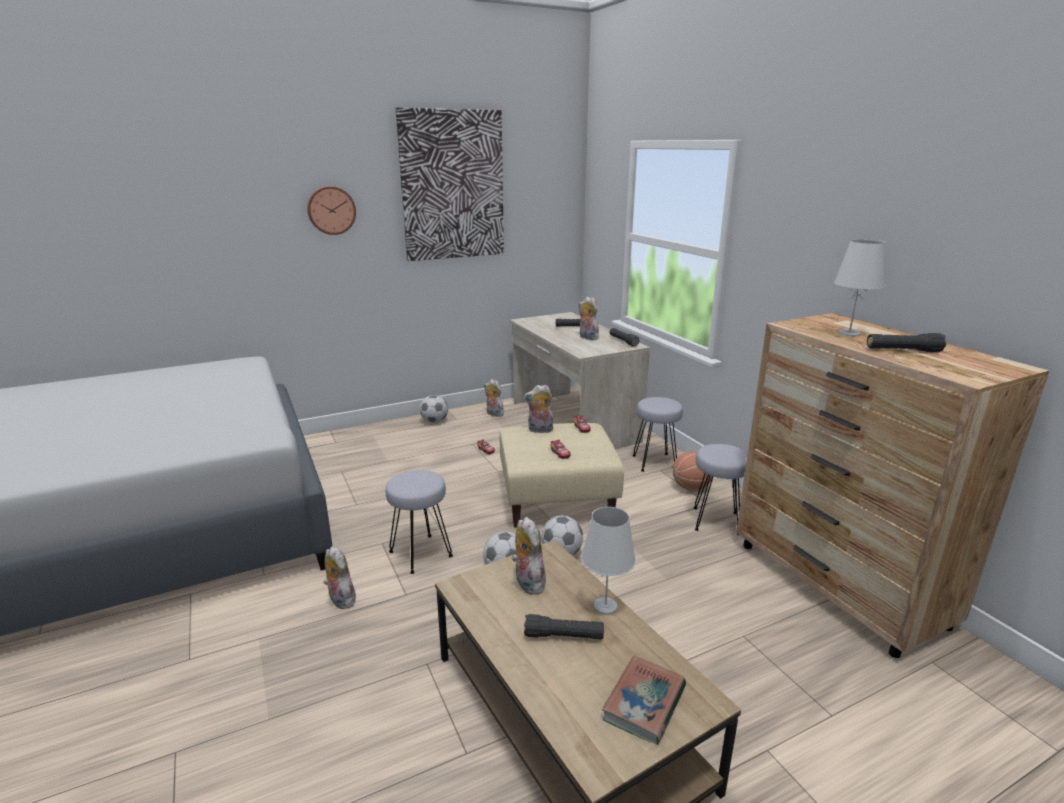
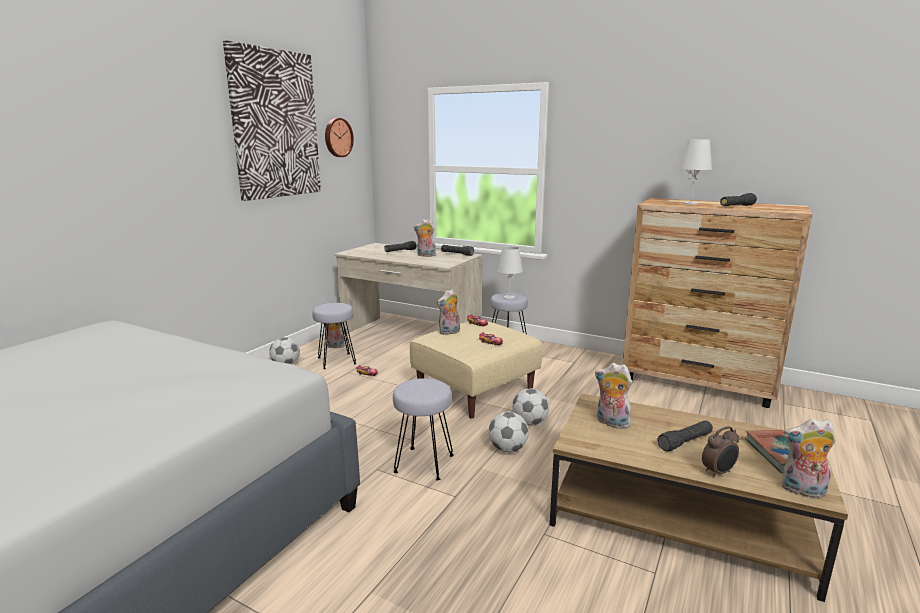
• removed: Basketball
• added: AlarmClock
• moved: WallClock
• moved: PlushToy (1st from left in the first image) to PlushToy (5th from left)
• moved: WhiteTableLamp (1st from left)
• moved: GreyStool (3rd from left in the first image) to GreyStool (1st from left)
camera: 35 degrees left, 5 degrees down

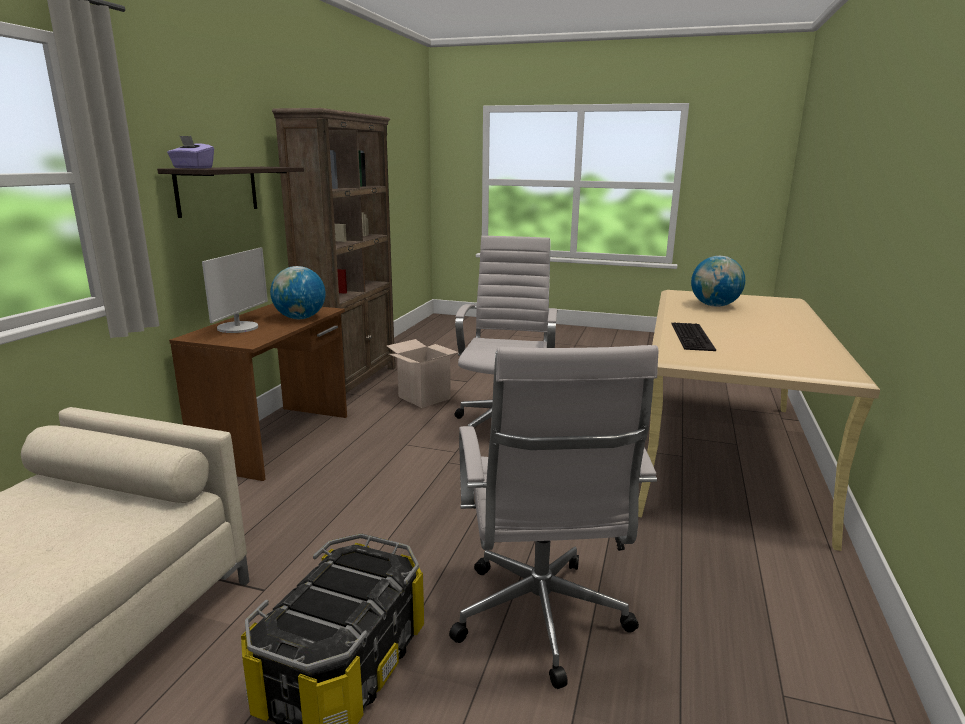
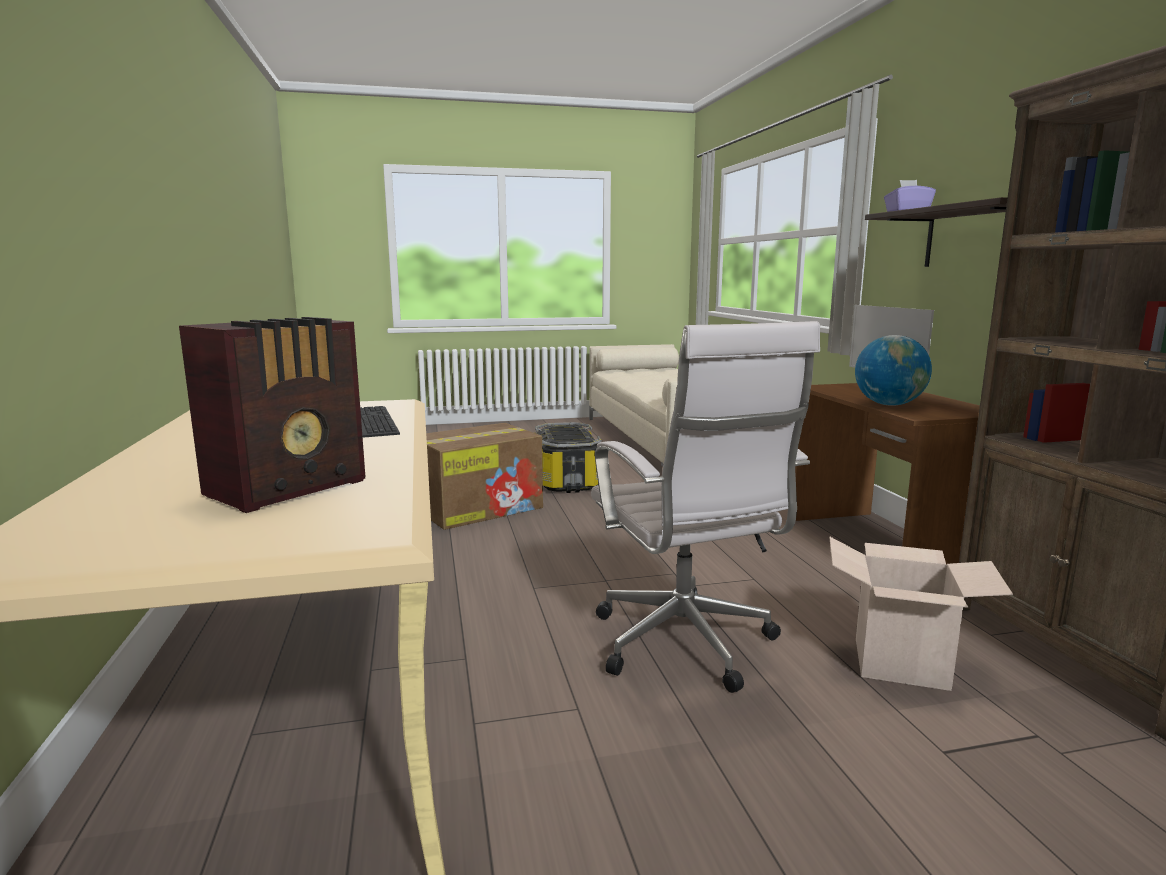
• replaced: WhiteOfficeChair (2nd from left) to CardboardBox (1st from left)
• replaced: Globe (2nd from left) to Radio
camera: 150 degrees right, 5 degrees down

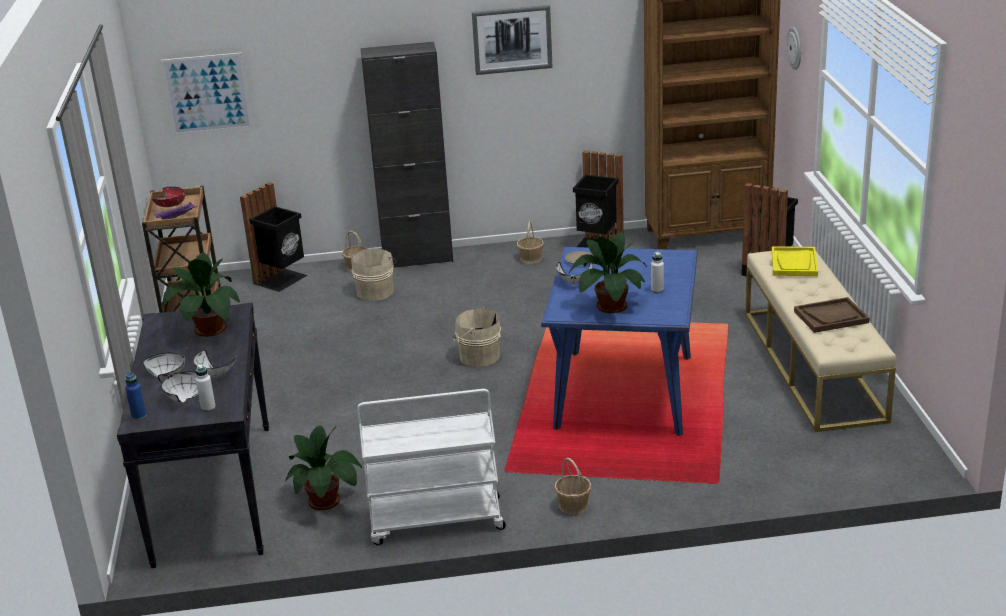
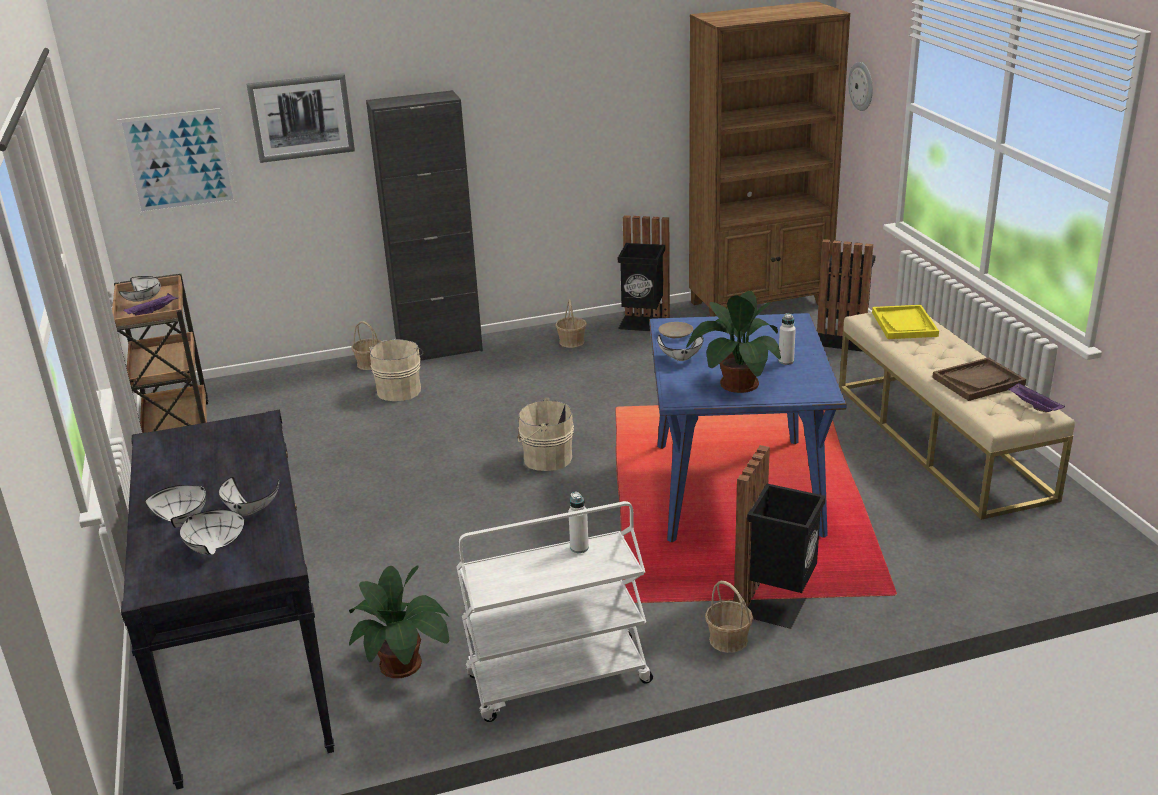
• removed: BlueBottle
• removed: PottedPlant (1st from left)
• added: PurpleTray (2nd from left)
• moved: WhiteBottle (1st from left)
• moved: BlackTrashCan (1st from left in the first image) to BlackTrashCan (2nd from left)
• moved: Picture (2nd from left)
• recoloured: RedBowl to WhiteBowl (1st from left)
camera: 10 degrees left, 0 degrees up

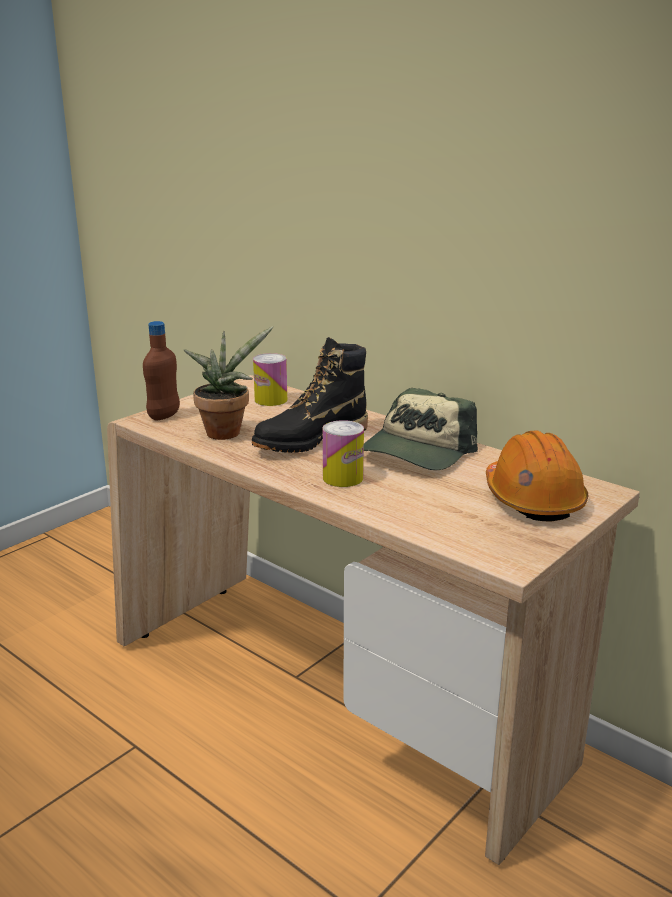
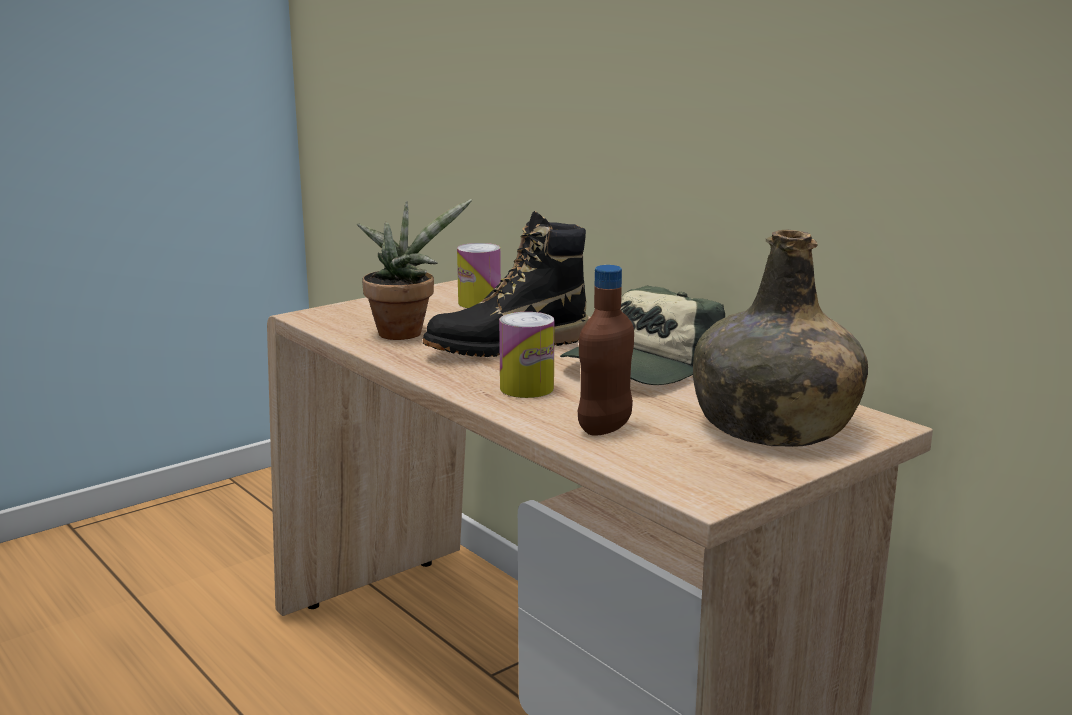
• moved: BrownBottle
• replaced: OrangeHardHat to GreenBottle
camera: 10 degrees right, 5 degrees down

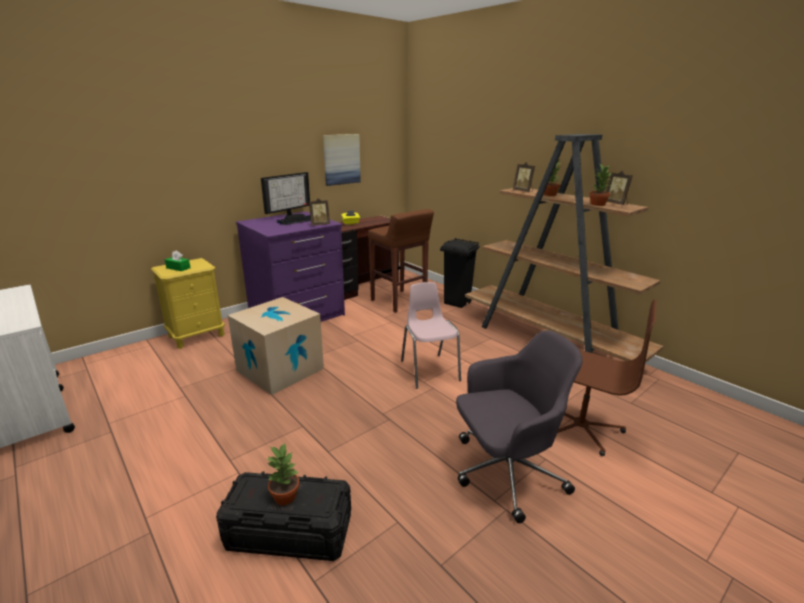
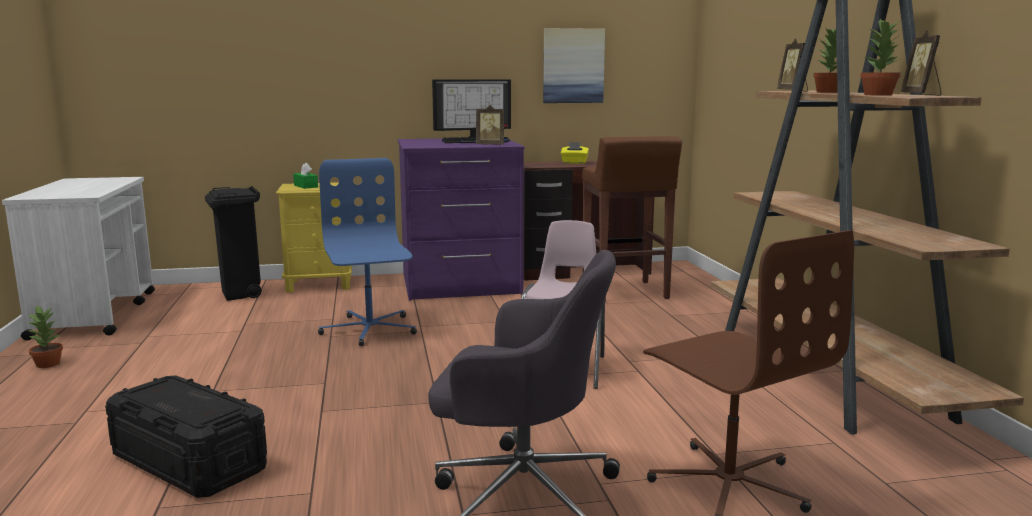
• moved: PottedPlant (1st from left)
• moved: BlackTrashCan
• replaced: CardboardBox to BlueOfficeChair
camera: 30 degrees right, 10 degrees down

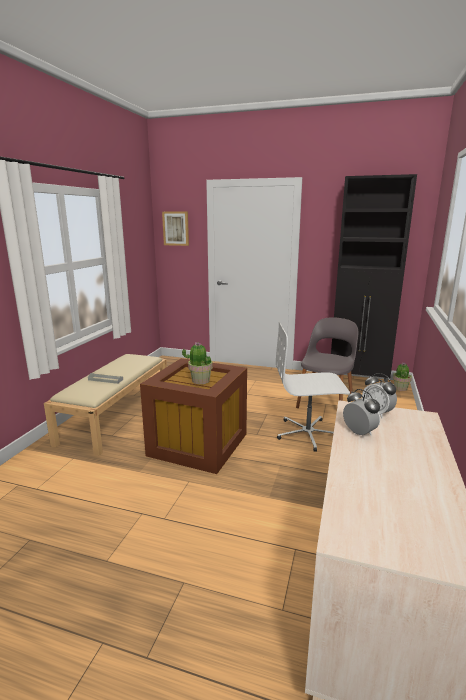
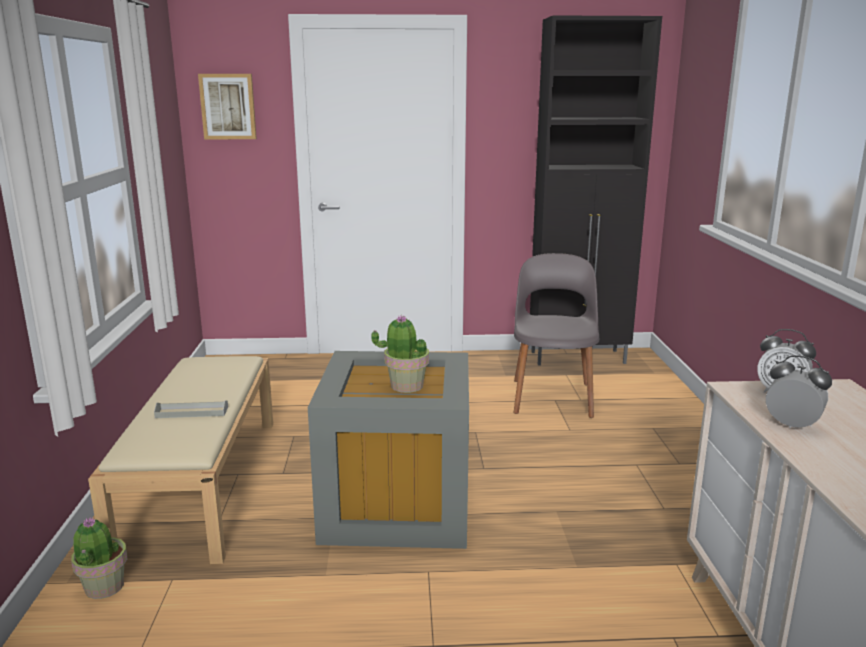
• removed: WhiteOfficeChair
• moved: PottedPlant (2nd from left in the first image) to PottedPlant (1st from left)
• recoloured: BrownStorageBox to GreyStorageBox
camera: 20 degrees left, 0 degrees up

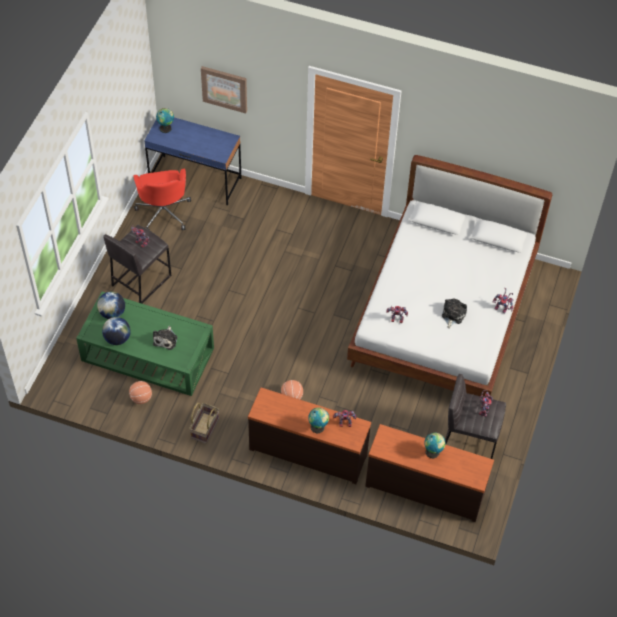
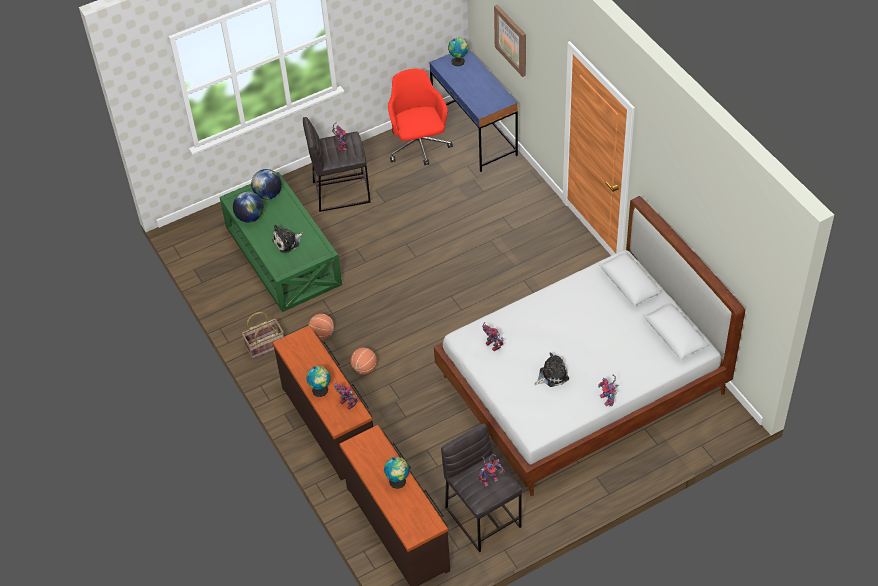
• moved: Basketball (1st from left)
• turned: RedOfficeChair 135 degrees clockwise
camera: 45 degrees right, 5 degrees down

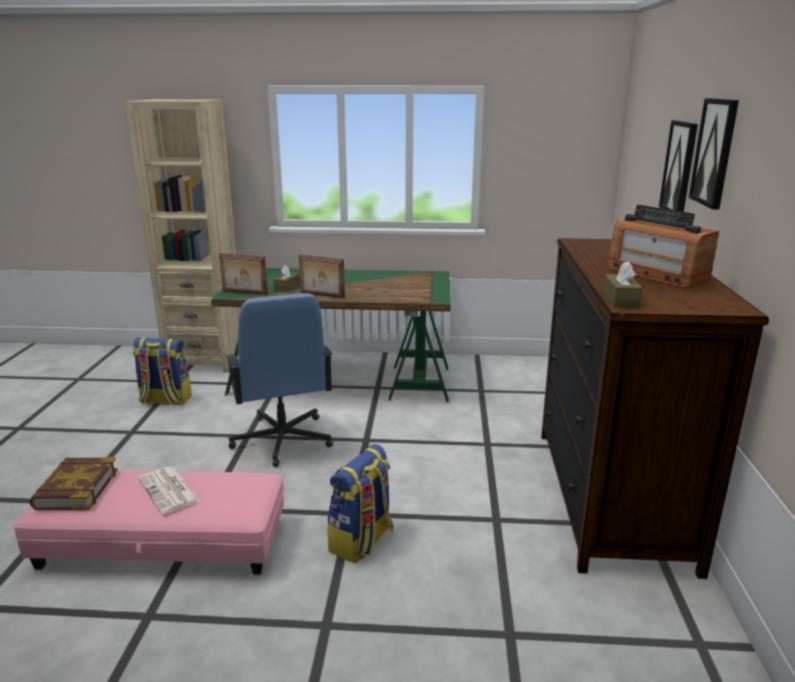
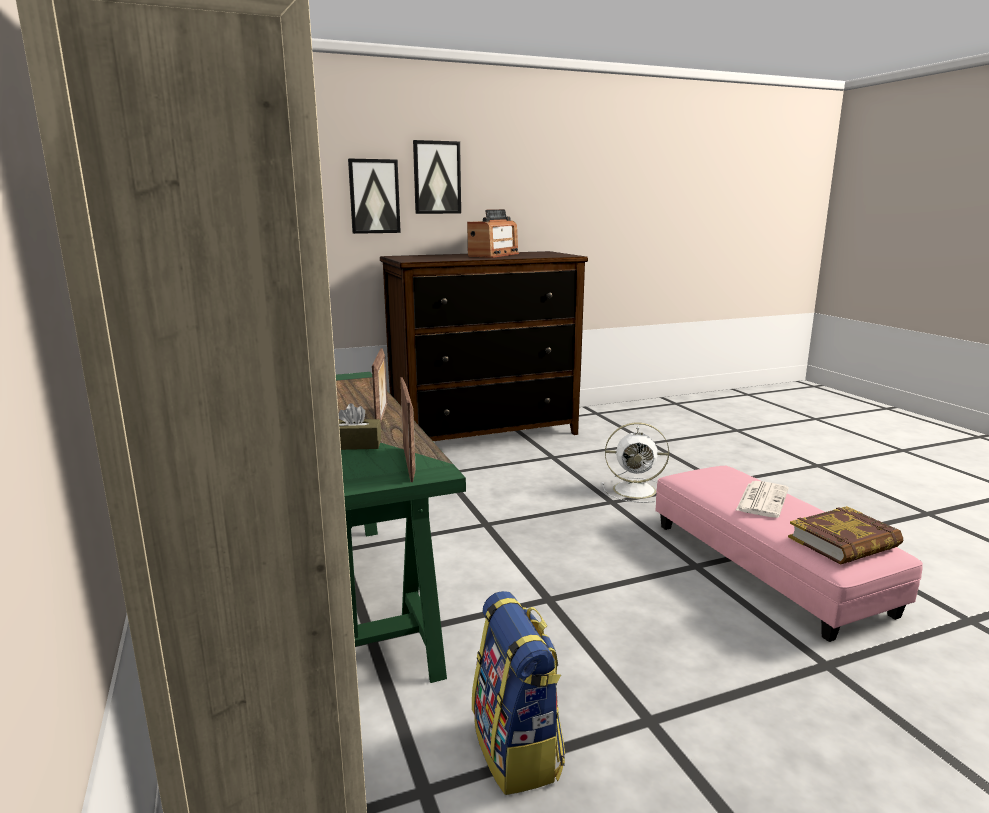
• removed: BlueOfficeChair
• removed: BrownTissueBox (2nd from left)
• replaced: Backpack (2nd from left) to WhiteFan
camera: 115 degrees left, 5 degrees down

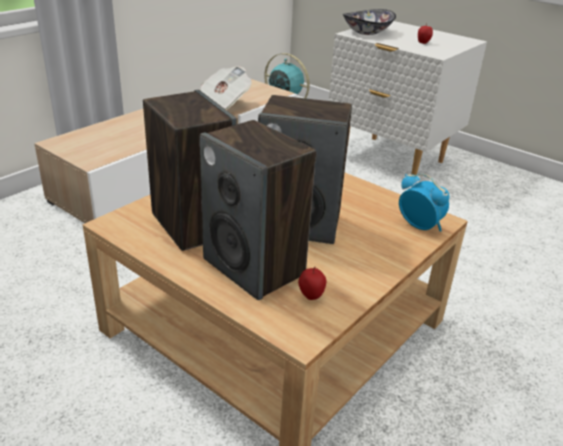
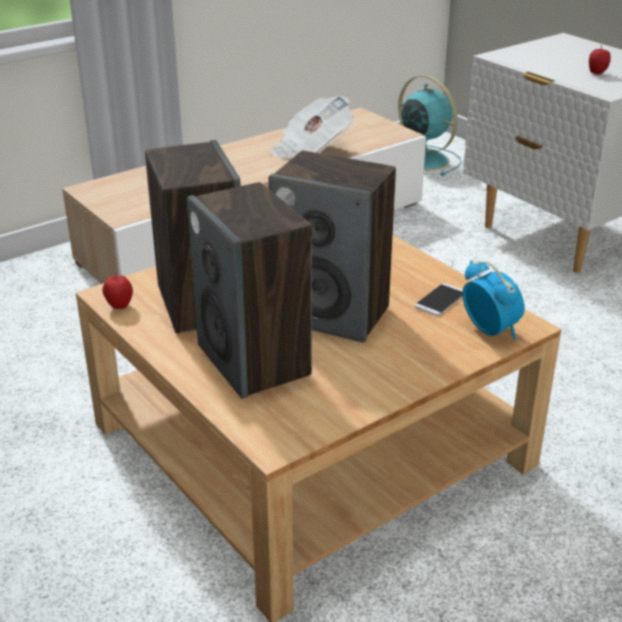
• removed: Bowl
• added: Phone
• moved: Apple (1st from left)
camera: 15 degrees right, 0 degrees up

